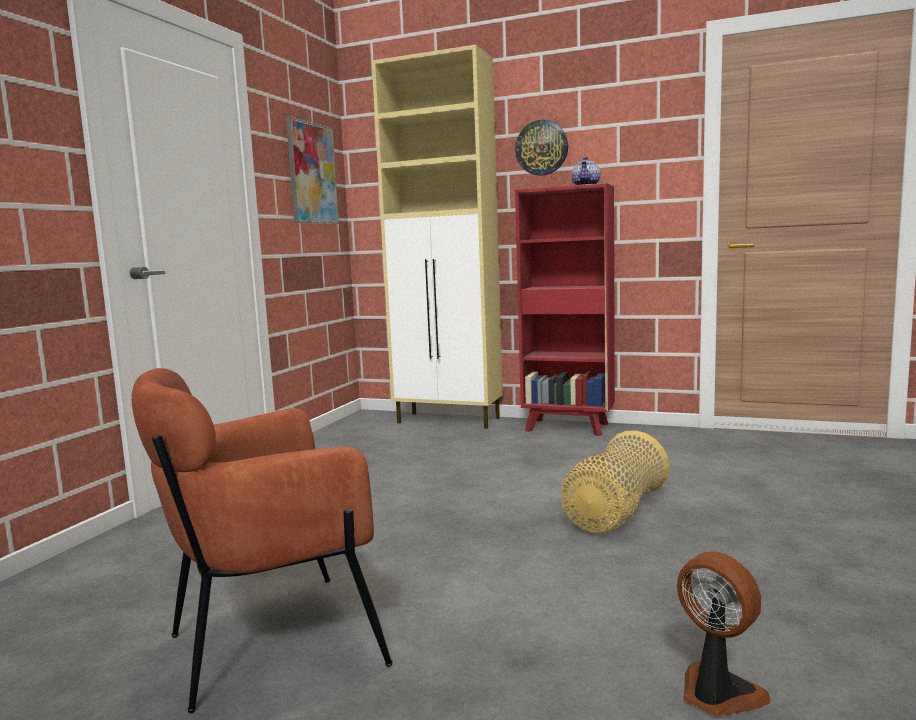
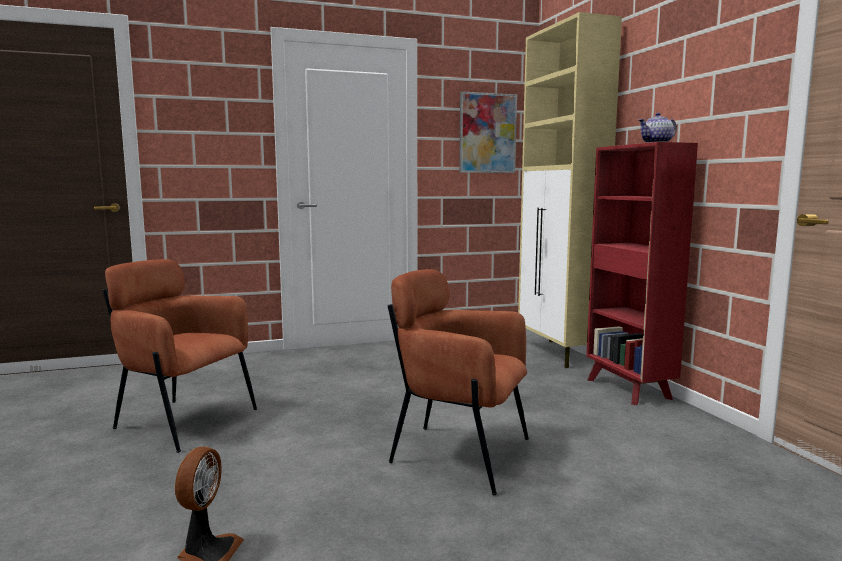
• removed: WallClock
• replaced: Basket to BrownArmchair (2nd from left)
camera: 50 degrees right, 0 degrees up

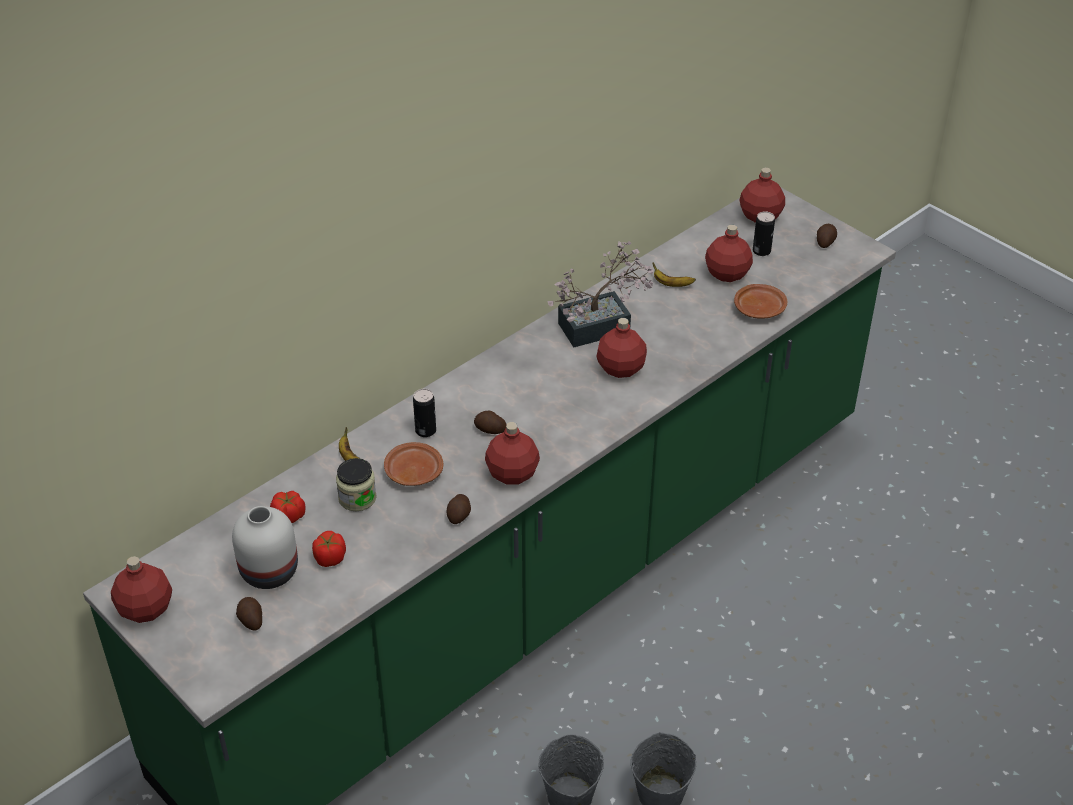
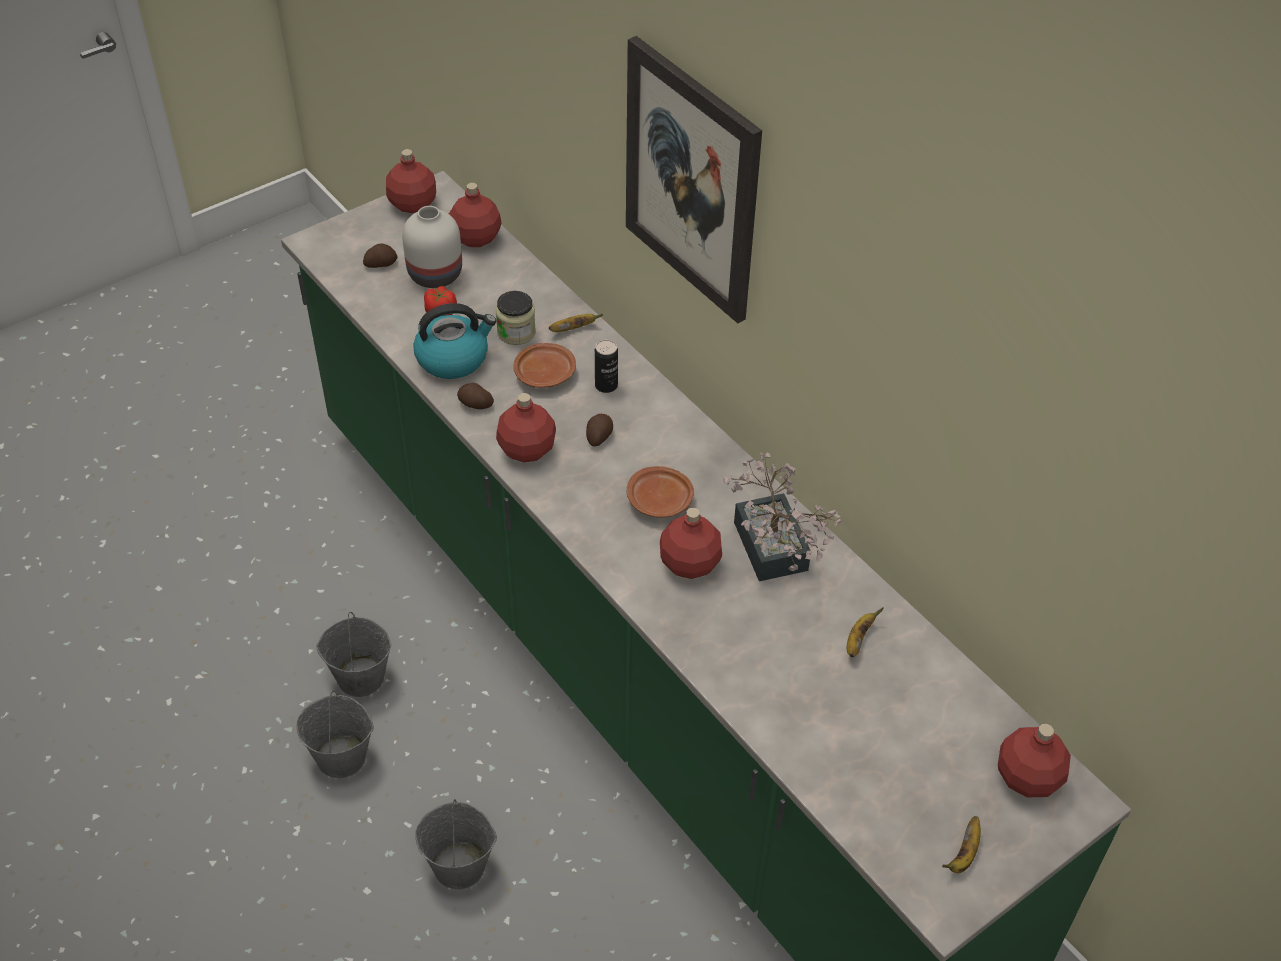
• removed: Tomato (1st from left)
• removed: Can (2nd from left)
• added: Kettle
• added: GreyBucket (3rd from left)
• added: Picture
• moved: RedBottle (4th from left in the first image) to RedBottle (2nd from left)
• moved: BrownPlate (2nd from left)
• replaced: Potato (4th from left) to Banana (3rd from left)
camera: 95 degrees right, 5 degrees up

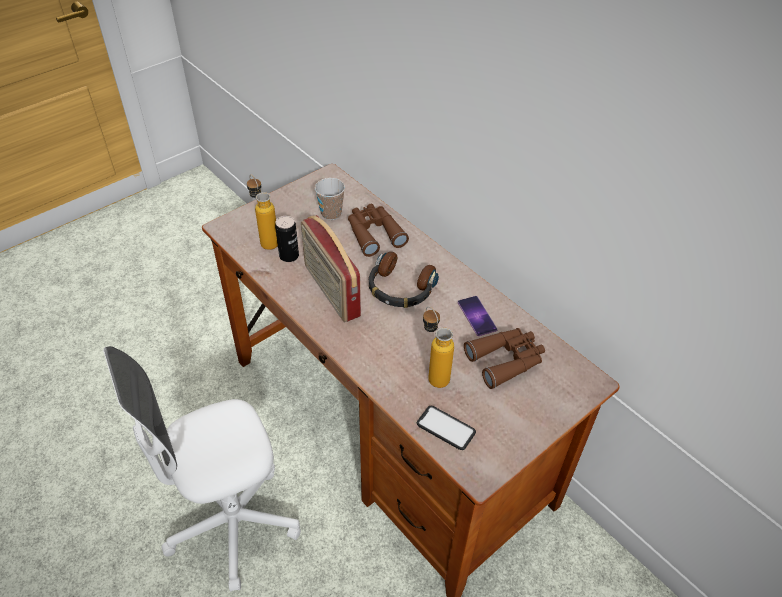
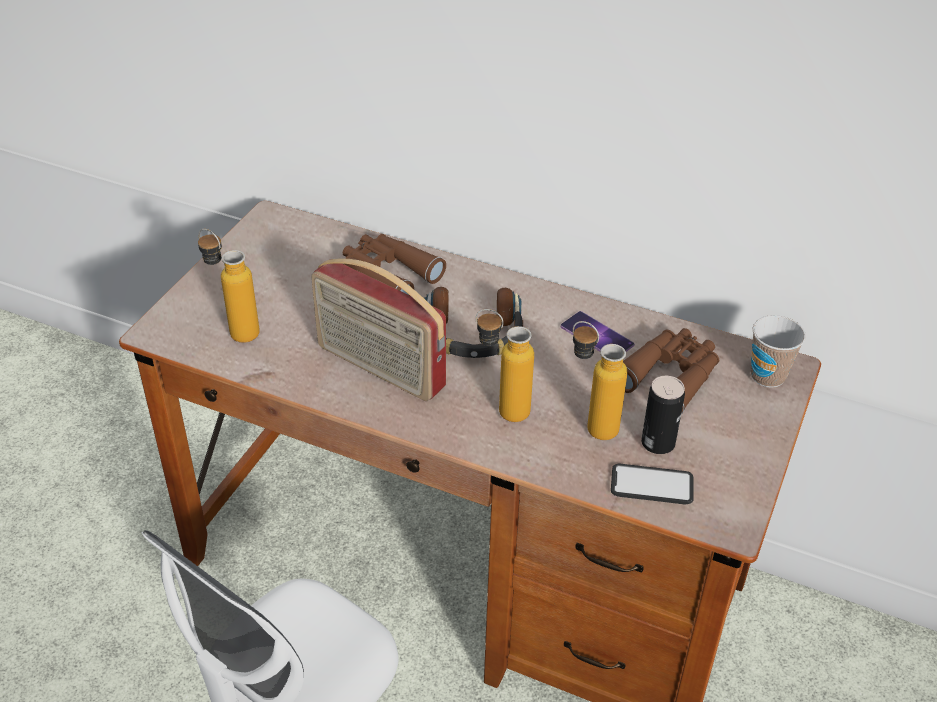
• added: Bottle (2nd from left)
• moved: Can
• moved: Cup
camera: 25 degrees left, 5 degrees down

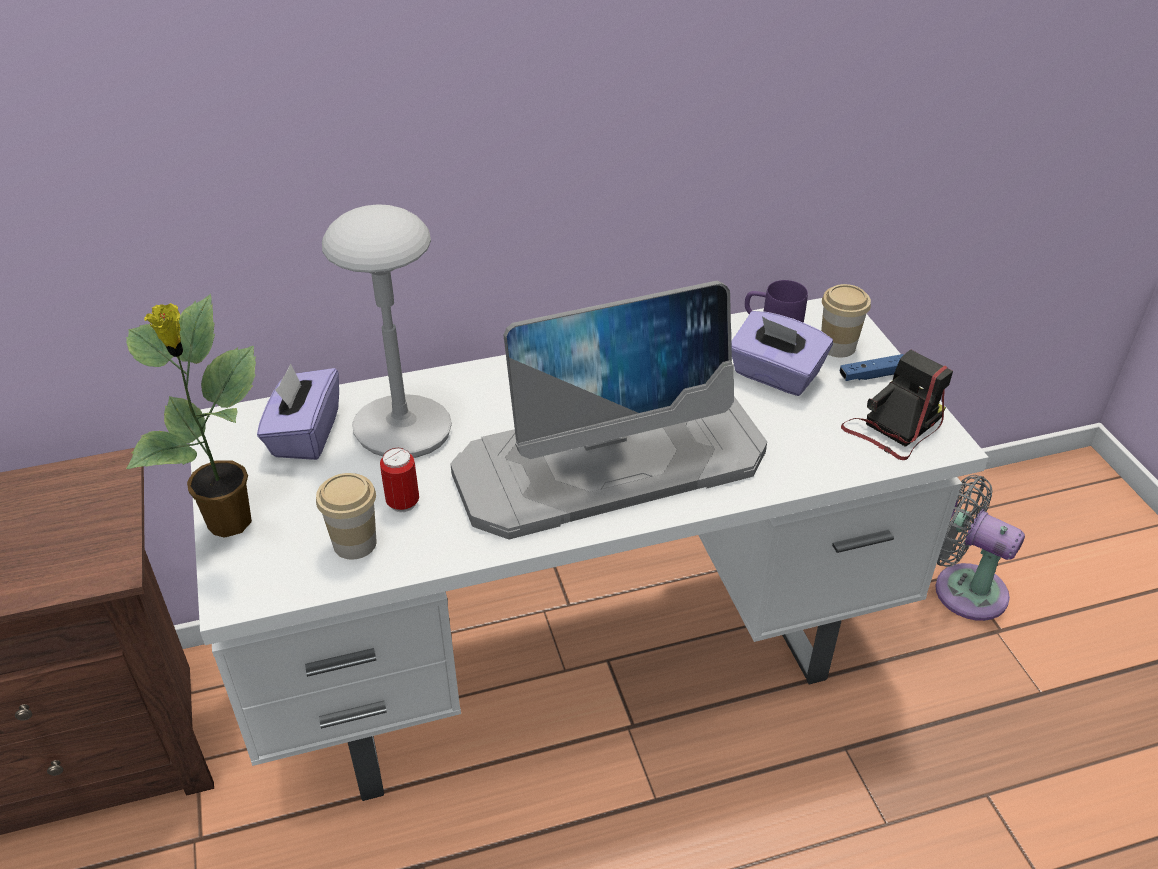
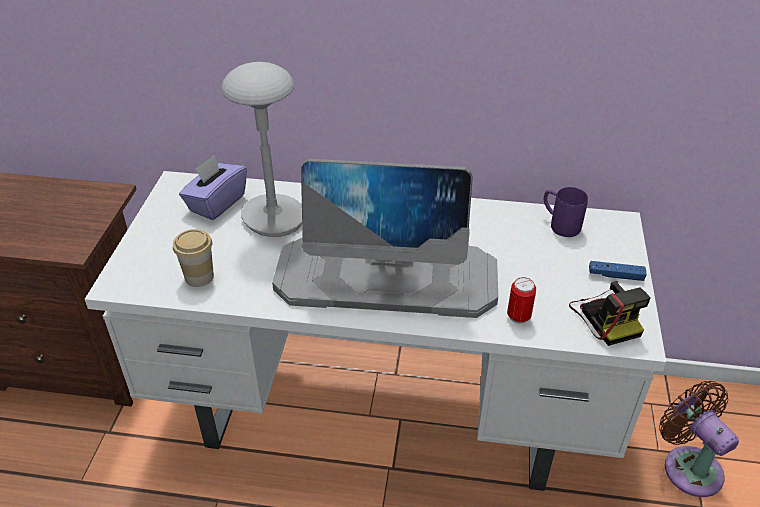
• removed: PottedPlant
• removed: PurpleTissueBox (2nd from left)
• removed: Cup (2nd from left)
• moved: Can
• recoloured: GreyFan to BrownFan
• turned: PhotoCamera 90 degrees clockwise
camera: 25 degrees right, 0 degrees up

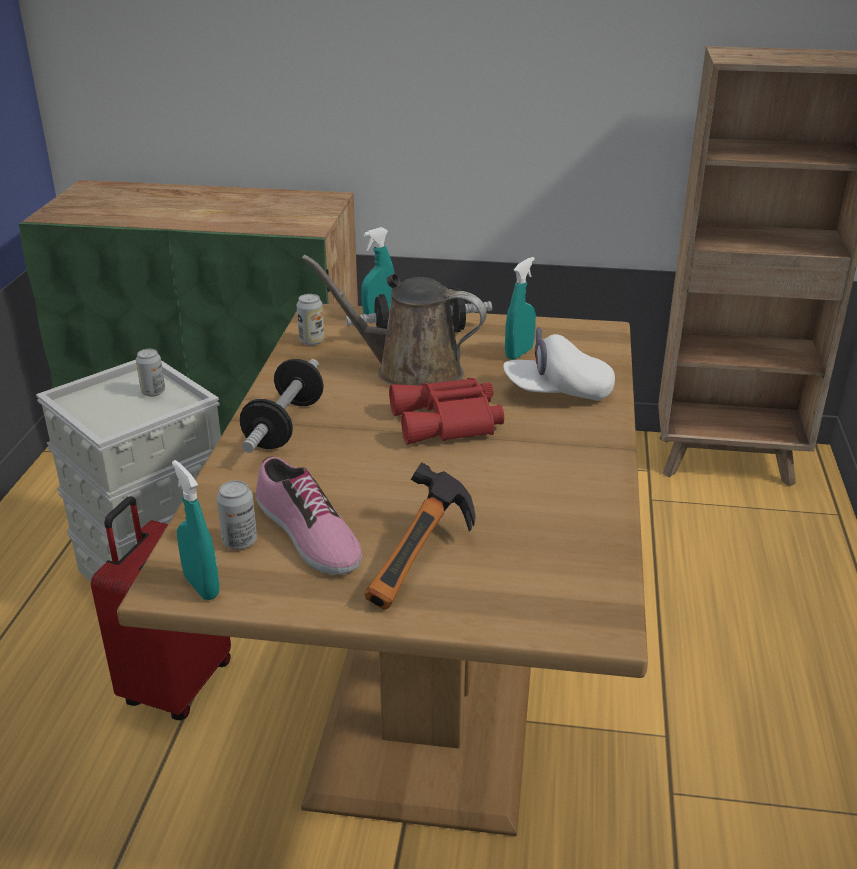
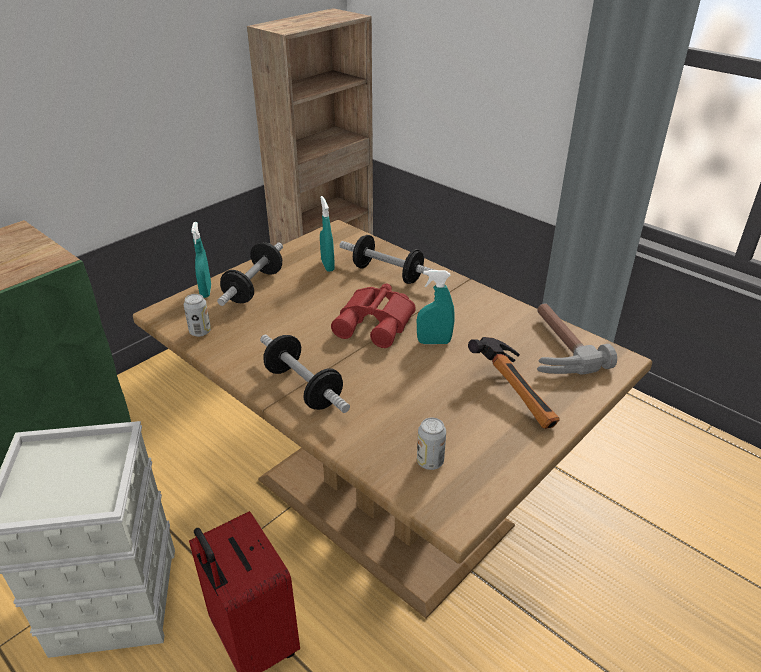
• removed: Can (1st from left)
• removed: Shoe
• removed: BrownWateringCan
• added: Hammer (2nd from left)
• moved: TurquoiseSprayBottle (1st from left in the first image) to TurquoiseSprayBottle (3rd from left)
• replaced: WhiteCap to Dumbbell (3rd from left)
camera: 55 degrees left, 5 degrees up

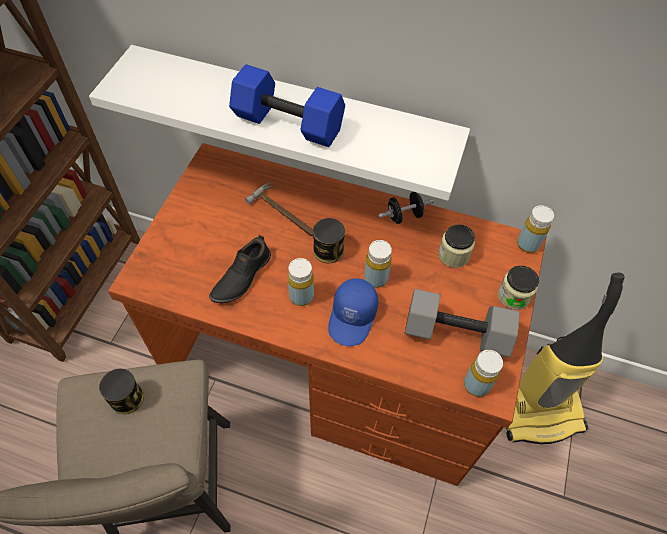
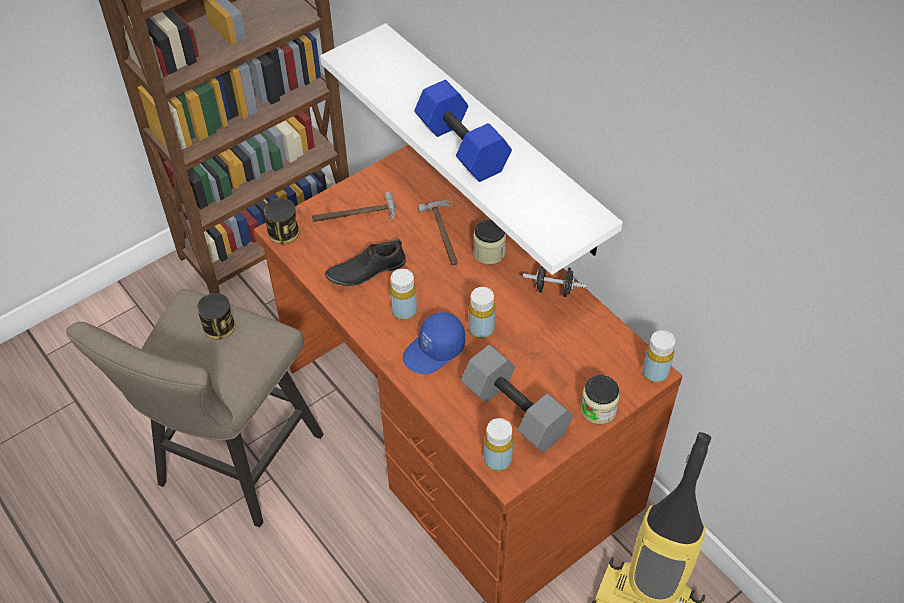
• added: Hammer (1st from left)
• moved: Can (2nd from left)
• moved: Jar (1st from left)
camera: 35 degrees right, 5 degrees down

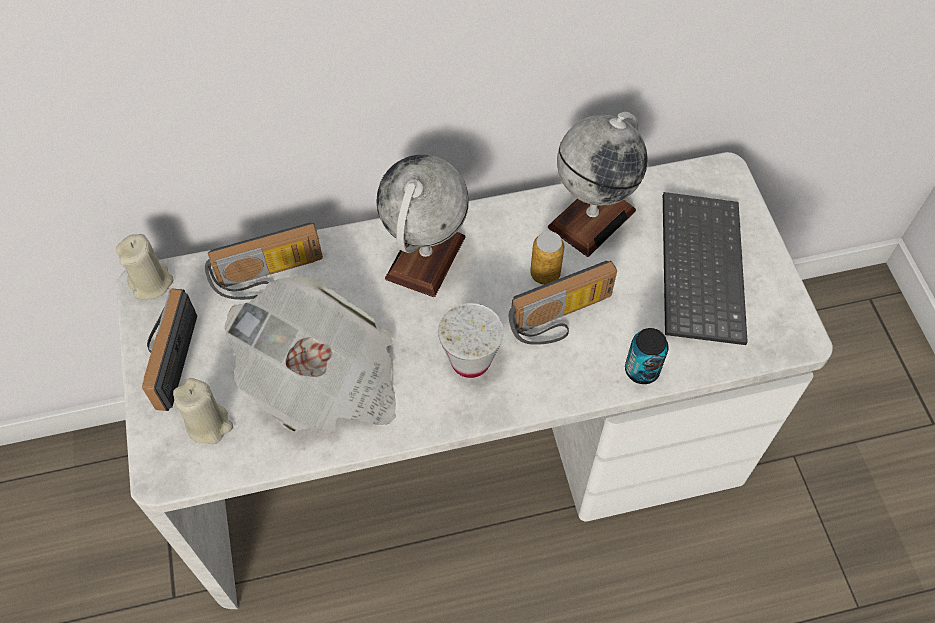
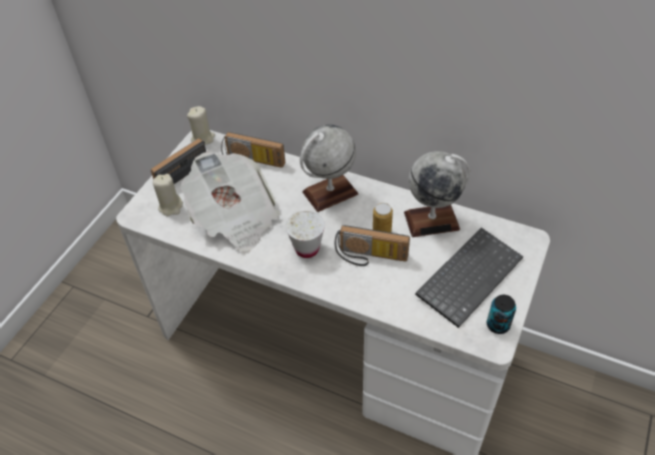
• moved: Can (2nd from left)
camera: 40 degrees right, 10 degrees down

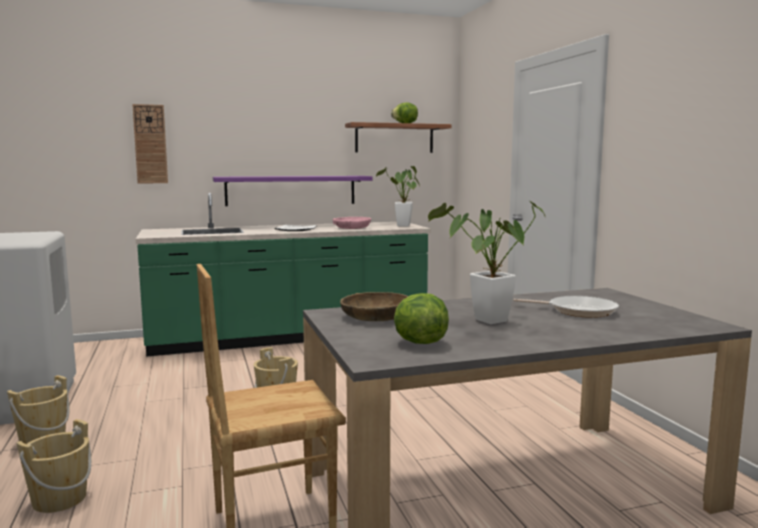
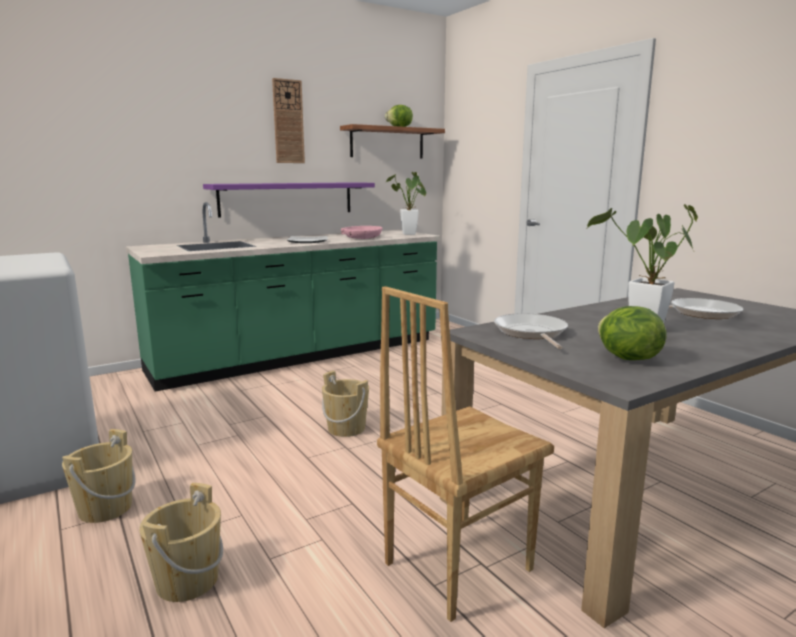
• moved: WallClock
• replaced: BrownBowl to FryingPan (1st from left)
camera: 15 degrees left, 5 degrees up

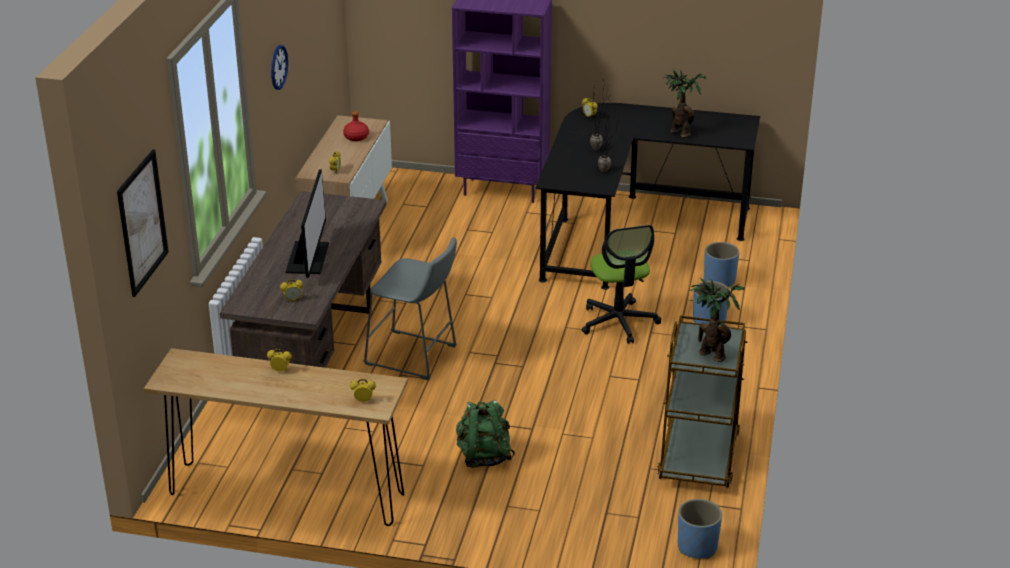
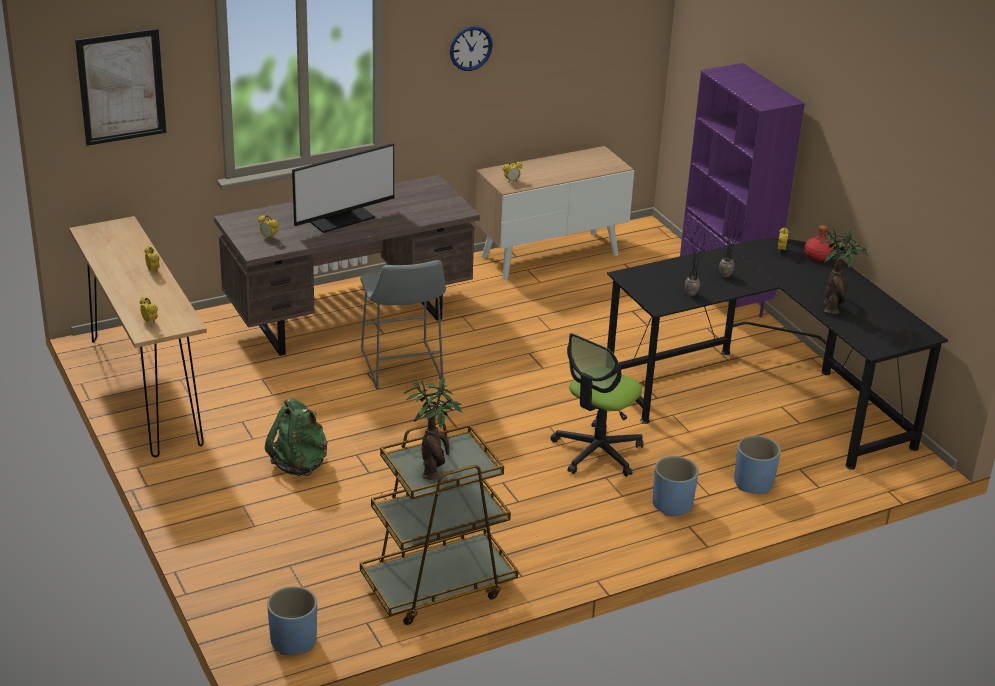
• moved: RedBottle
camera: 50 degrees right, 0 degrees up

